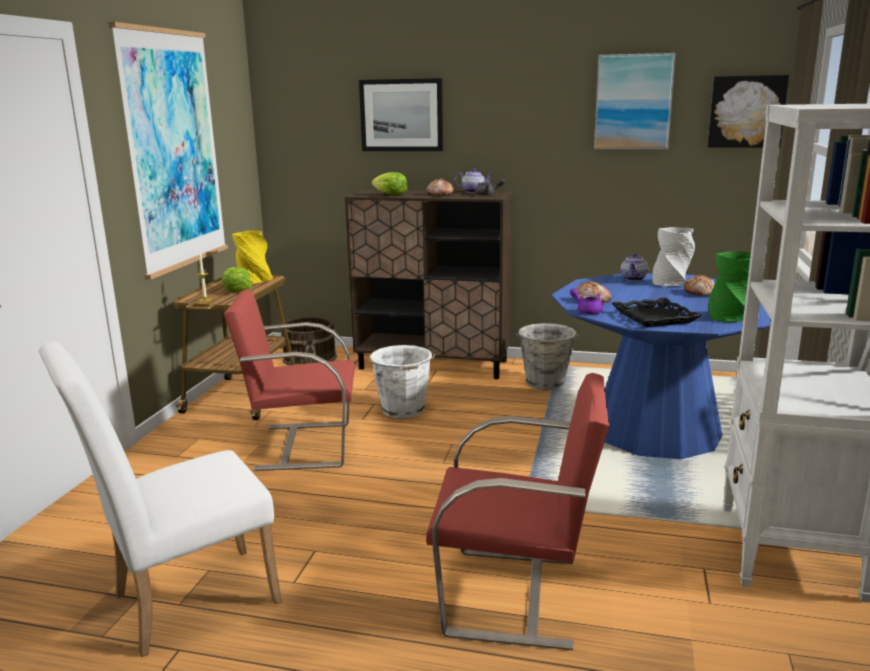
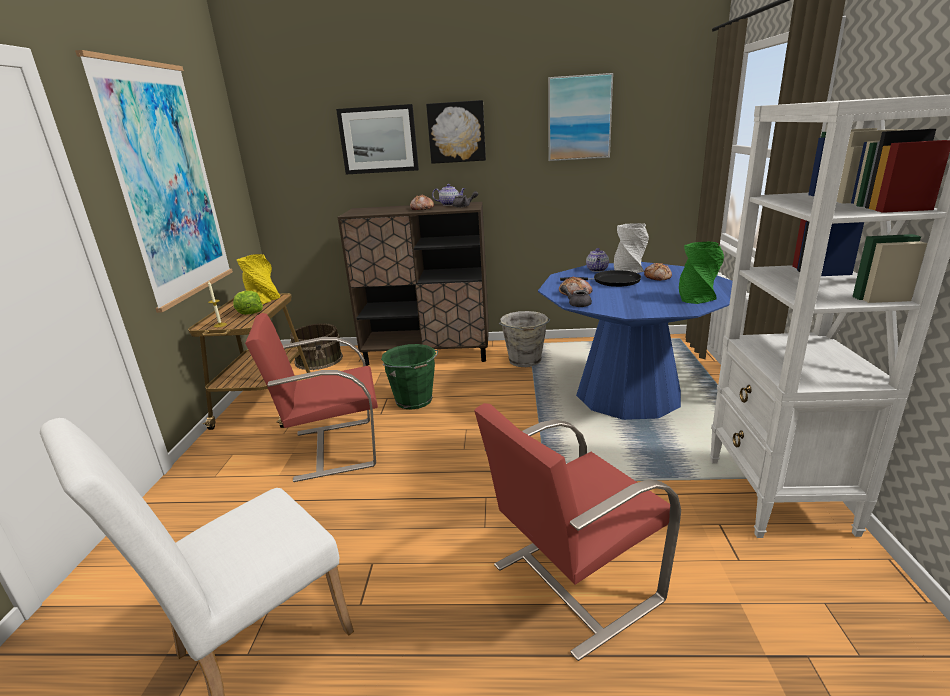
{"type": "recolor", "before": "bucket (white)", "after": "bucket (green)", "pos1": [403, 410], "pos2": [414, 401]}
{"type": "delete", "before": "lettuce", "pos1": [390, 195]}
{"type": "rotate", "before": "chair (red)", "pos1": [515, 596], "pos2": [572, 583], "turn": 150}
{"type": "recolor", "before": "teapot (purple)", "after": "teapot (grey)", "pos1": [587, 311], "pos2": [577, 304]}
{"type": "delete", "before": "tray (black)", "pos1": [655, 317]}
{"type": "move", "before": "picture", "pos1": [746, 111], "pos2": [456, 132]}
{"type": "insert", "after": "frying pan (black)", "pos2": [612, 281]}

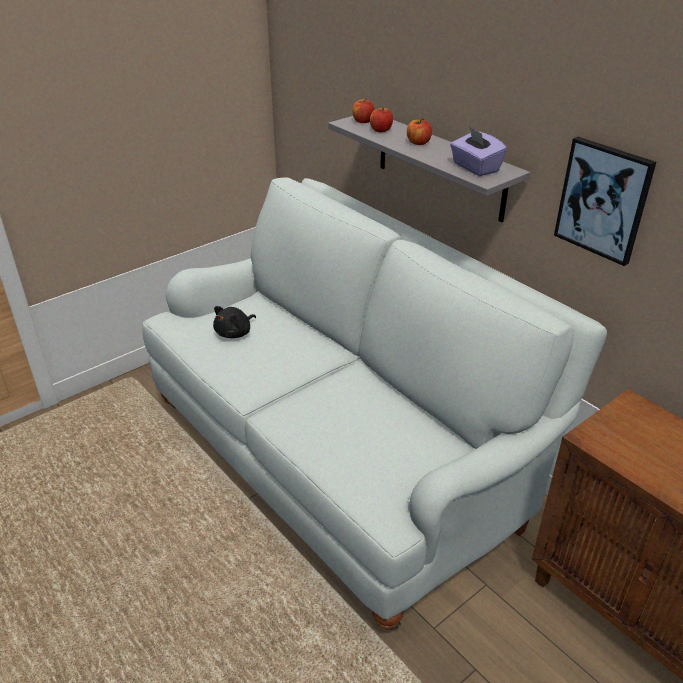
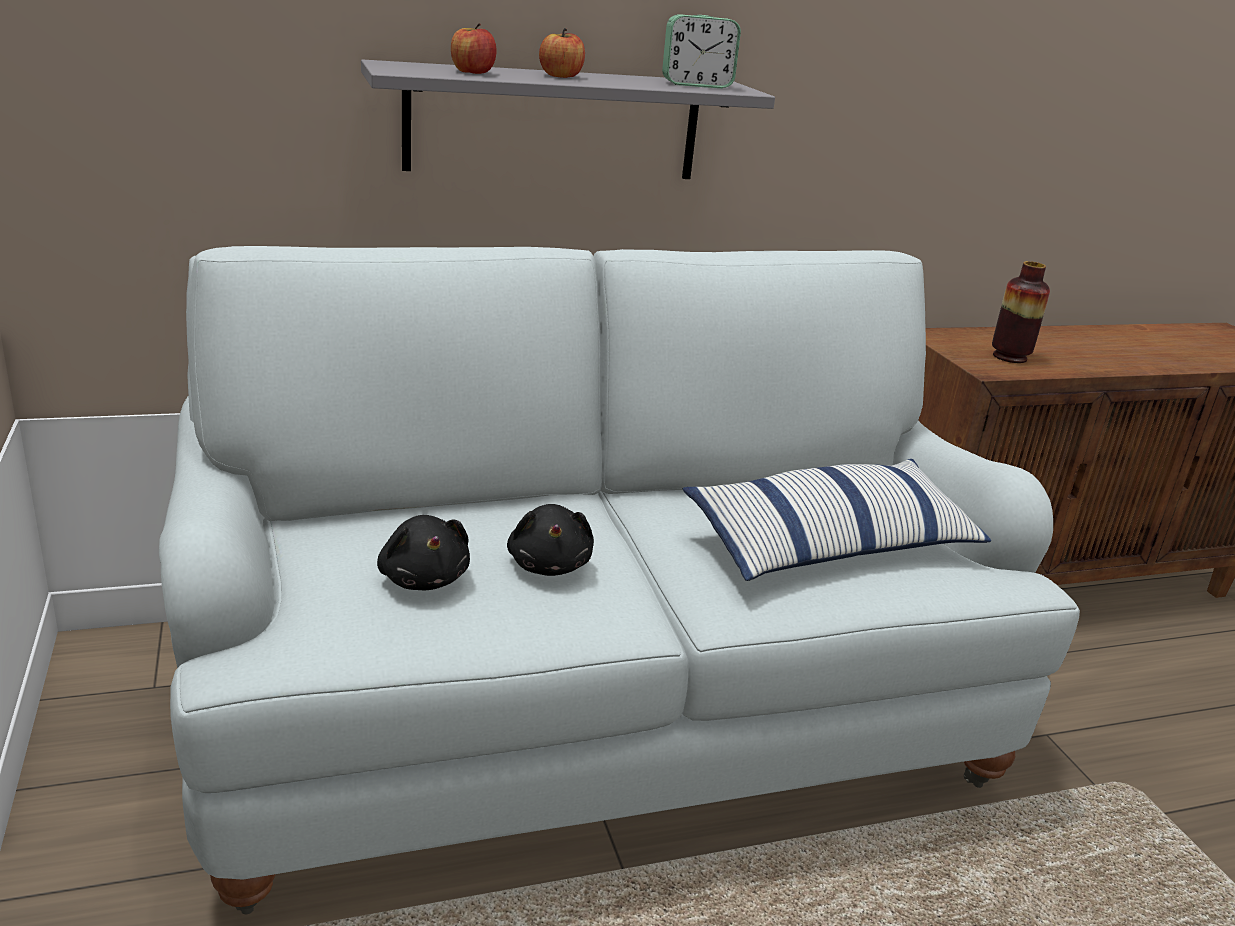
{"type": "delete", "before": "apple", "pos1": [363, 121]}
{"type": "replace", "before": "tissue box (purple)", "after": "alarm clock", "pos1": [475, 168], "pos2": [696, 85]}
{"type": "delete", "before": "picture", "pos1": [603, 200]}
{"type": "insert", "after": "plush toy (black)", "pos2": [549, 564]}
{"type": "insert", "after": "pillow", "pos2": [831, 544]}
{"type": "insert", "after": "vase", "pos2": [1009, 357]}

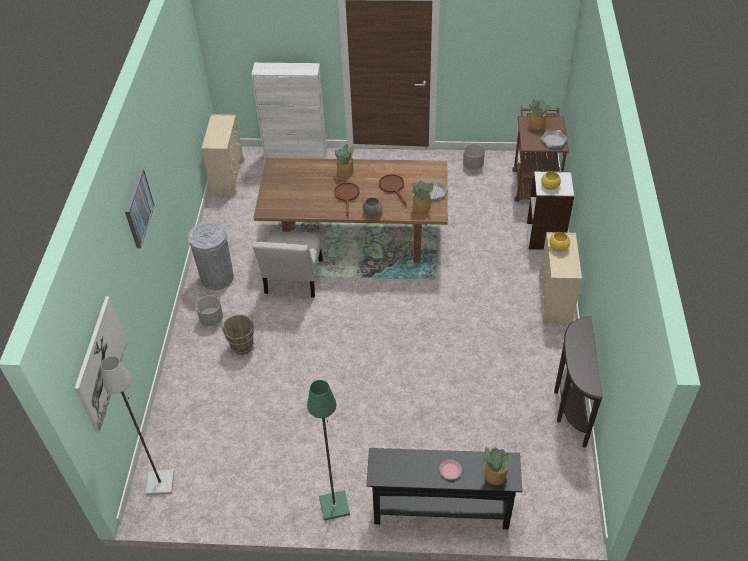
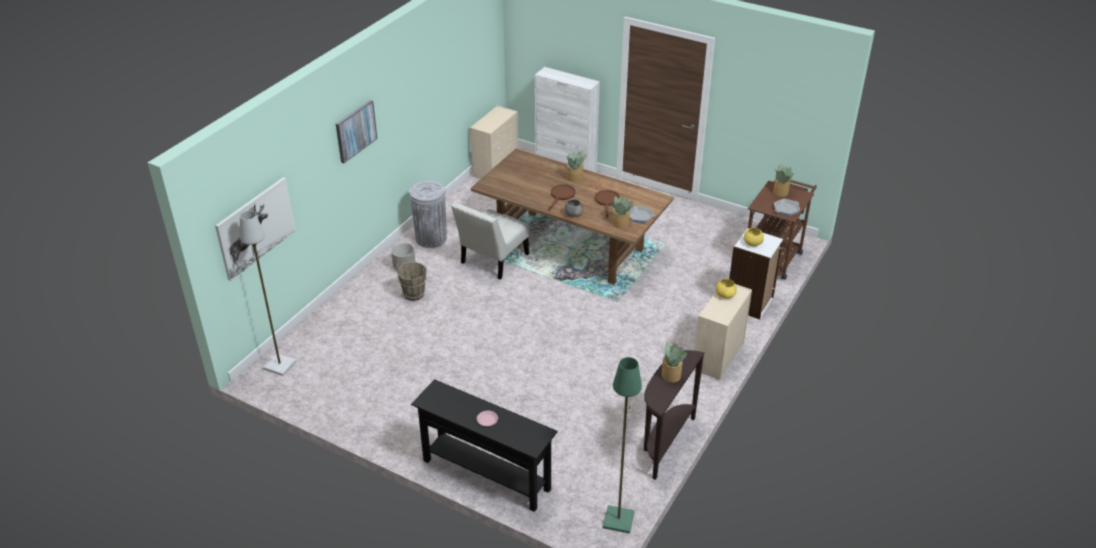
{"type": "move", "before": "floor lamp (green)", "pos1": [334, 505], "pos2": [619, 520]}
{"type": "delete", "before": "planter (grey)", "pos1": [473, 165]}
{"type": "move", "before": "potted plant", "pos1": [494, 475], "pos2": [671, 374]}

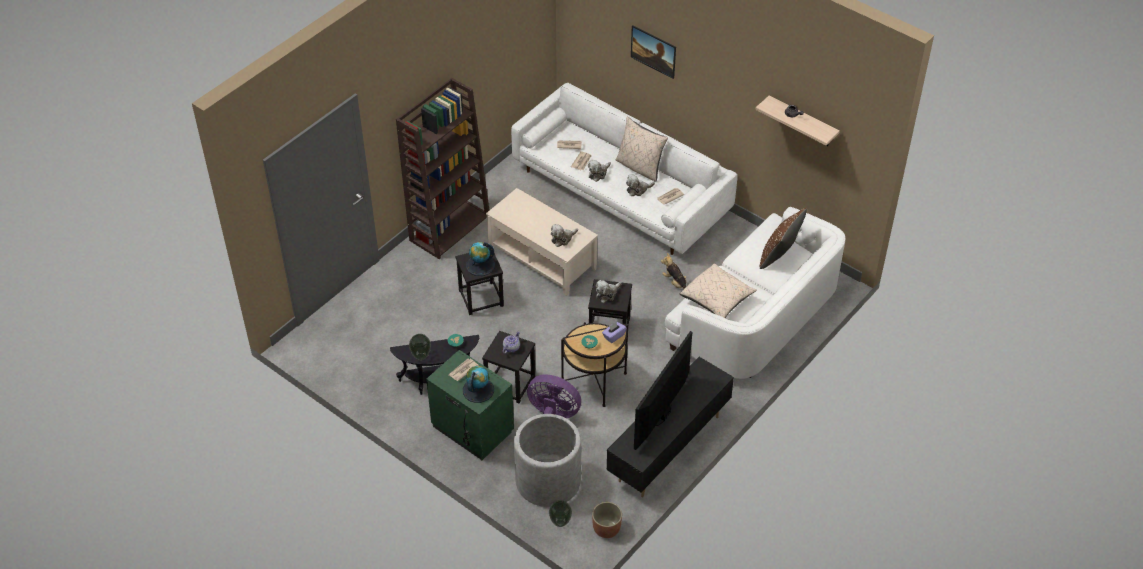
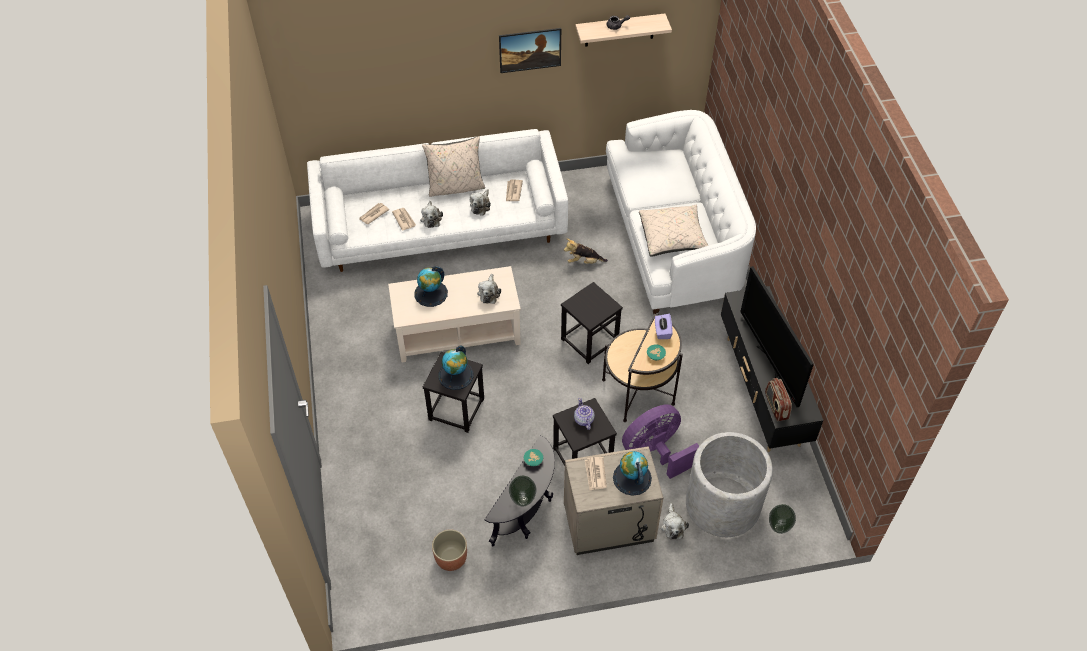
{"type": "delete", "before": "bookcase (brown)", "pos1": [450, 228]}
{"type": "recolor", "before": "nightstand (green)", "after": "nightstand (beige)", "pos1": [471, 429], "pos2": [609, 525]}
{"type": "move", "before": "planter", "pos1": [606, 528], "pos2": [451, 558]}
{"type": "move", "before": "plush toy", "pos1": [607, 294], "pos2": [673, 526]}
{"type": "move", "before": "picture", "pos1": [653, 59], "pos2": [530, 59]}
{"type": "delete", "before": "pillow (brown)", "pos1": [779, 255]}
{"type": "insert", "after": "globe", "pos2": [431, 293]}
{"type": "insert", "after": "radio", "pos2": [776, 406]}

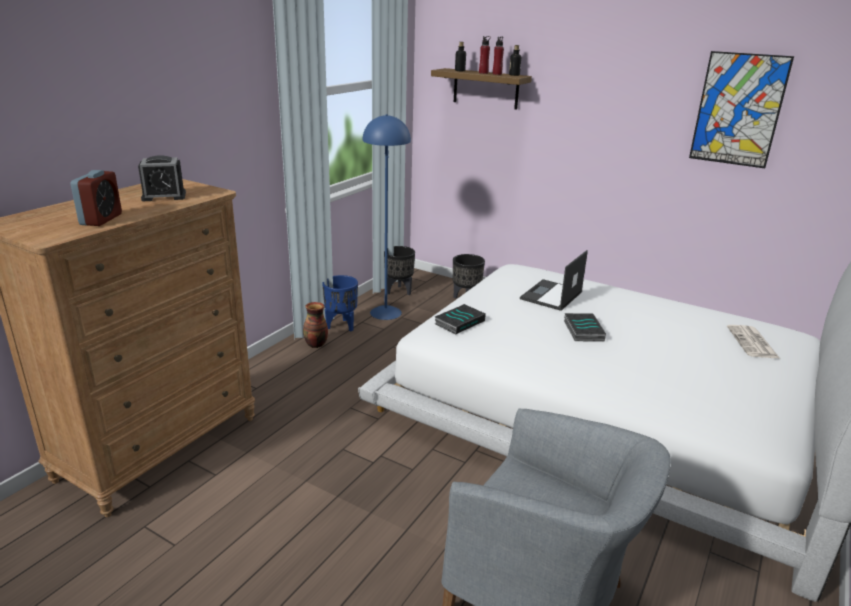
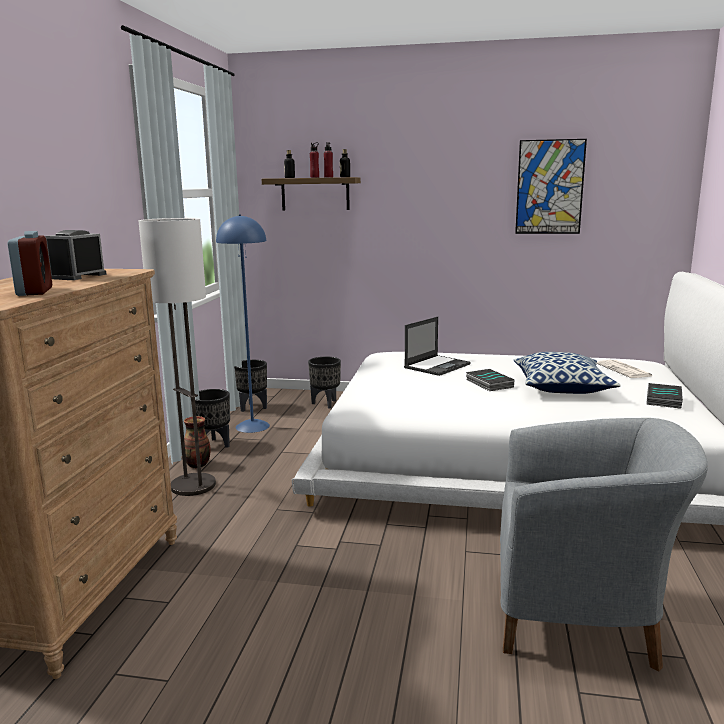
{"type": "rotate", "before": "alarm clock", "pos1": [164, 196], "pos2": [78, 276], "turn": 150}
{"type": "recolor", "before": "planter (blue)", "after": "planter (black)", "pos1": [341, 326], "pos2": [214, 445]}
{"type": "move", "before": "book", "pos1": [459, 322], "pos2": [662, 399]}
{"type": "rotate", "before": "laptop", "pos1": [551, 295], "pos2": [437, 365], "turn": -150}
{"type": "insert", "after": "floor lamp", "pos2": [193, 485]}
{"type": "insert", "after": "pillow", "pos2": [562, 387]}

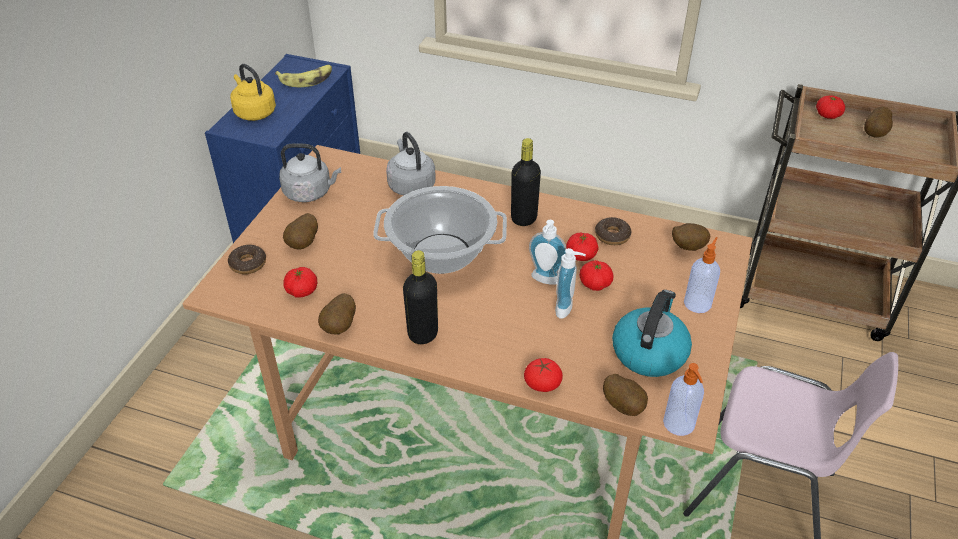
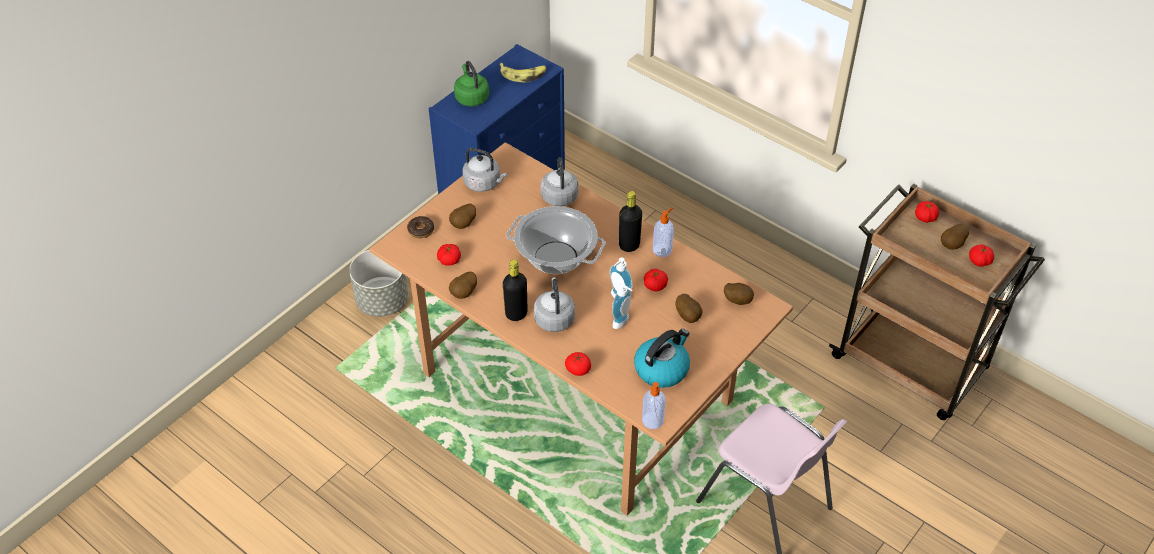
{"type": "recolor", "before": "kettle (yellow)", "after": "kettle (green)", "pos1": [254, 112], "pos2": [471, 97]}
{"type": "move", "before": "tomato", "pos1": [595, 284], "pos2": [979, 261]}
{"type": "delete", "before": "donut", "pos1": [612, 236]}
{"type": "move", "before": "potato", "pos1": [624, 406], "pos2": [688, 316]}
{"type": "move", "before": "soap dispenser", "pos1": [698, 303], "pos2": [662, 250]}
{"type": "insert", "after": "planter (grey)", "pos2": [382, 301]}
{"type": "insert", "after": "kettle (grey)", "pos2": [554, 318]}

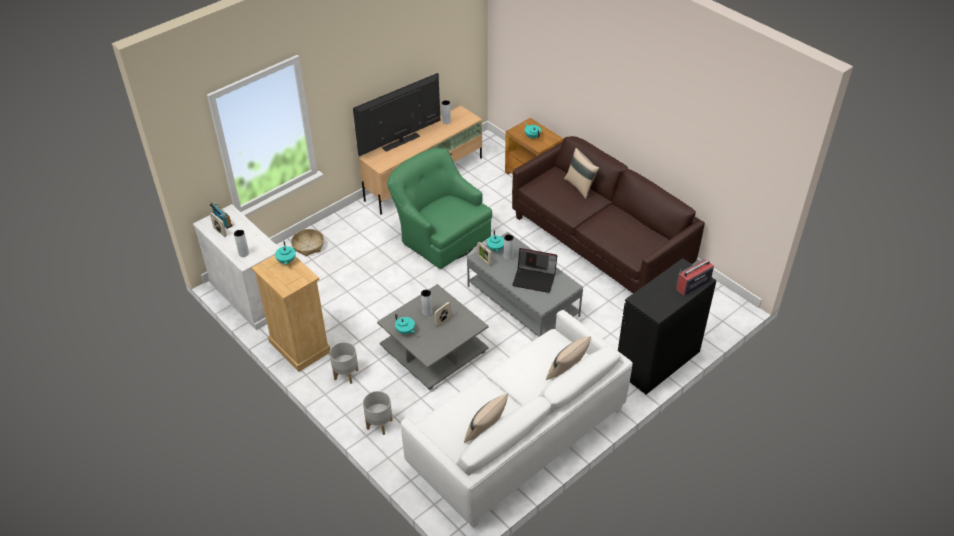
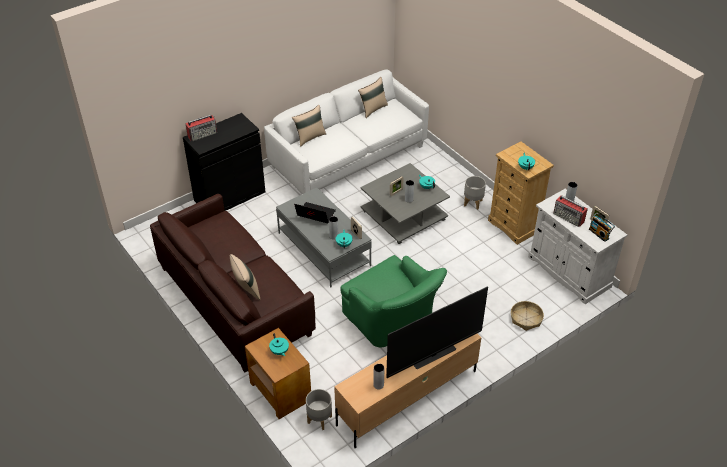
{"type": "move", "before": "planter (grey)", "pos1": [379, 424], "pos2": [319, 420]}
{"type": "insert", "after": "radio", "pos2": [569, 217]}

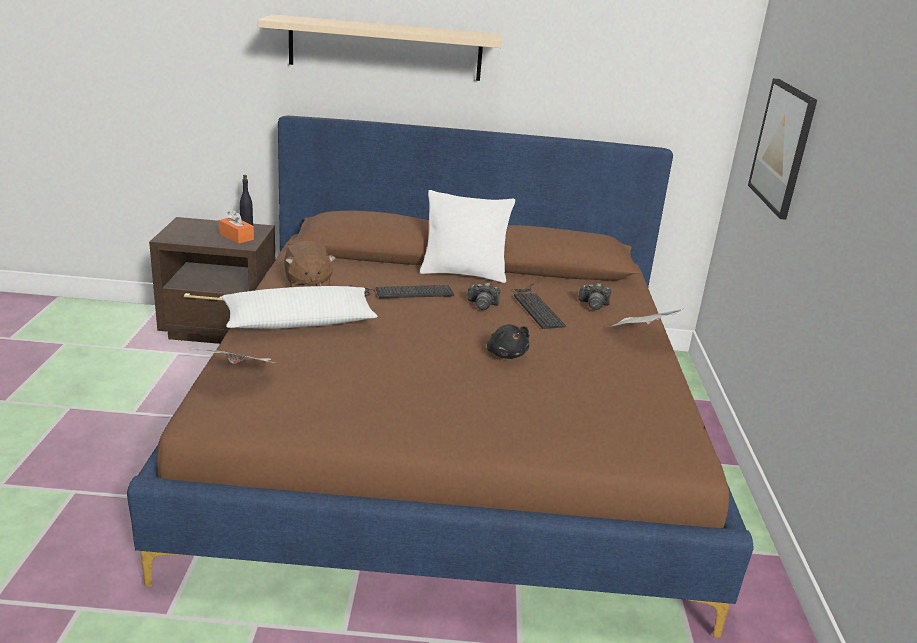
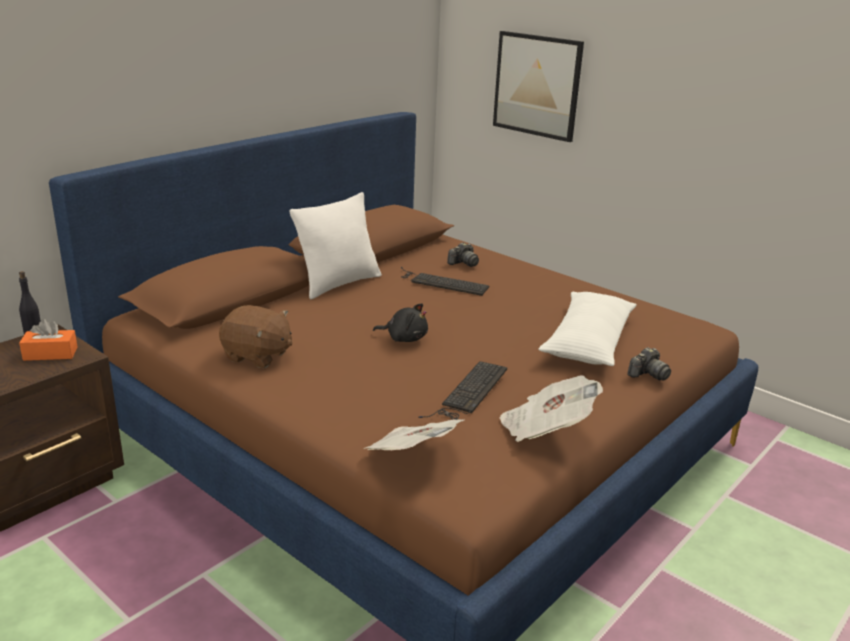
{"type": "move", "before": "pillow (white)", "pos1": [299, 321], "pos2": [588, 341]}
{"type": "delete", "before": "shelf (beige)", "pos1": [385, 48]}
{"type": "move", "before": "keyboard", "pos1": [404, 292], "pos2": [469, 392]}
{"type": "move", "before": "photo camera", "pos1": [482, 305], "pos2": [648, 374]}
{"type": "move", "before": "plush toy (black)", "pos1": [506, 354], "pos2": [404, 338]}
{"type": "move", "before": "newspaper", "pos1": [641, 335], "pos2": [545, 429]}

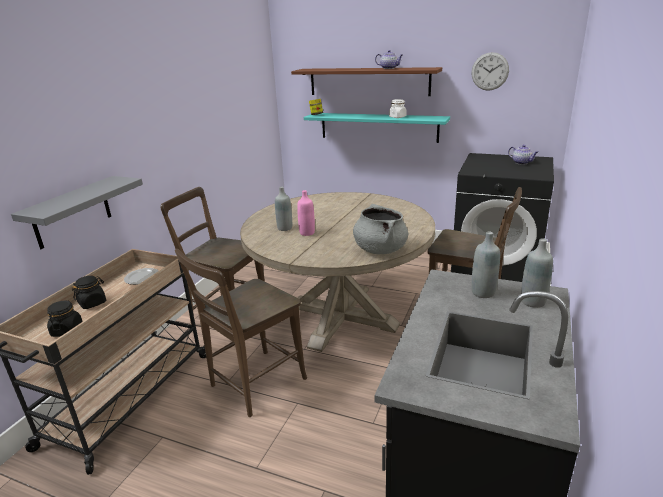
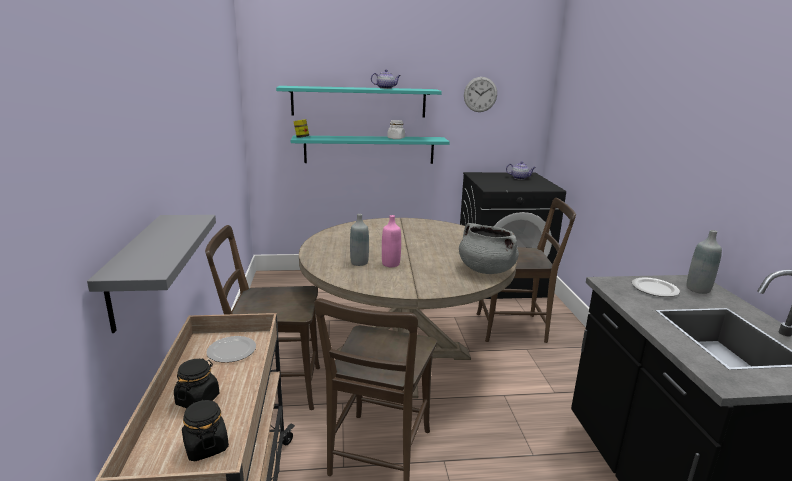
{"type": "recolor", "before": "shelf (brown)", "after": "shelf (turquoise)", "pos1": [368, 81], "pos2": [359, 102]}
{"type": "replace", "before": "bottle (grey)", "after": "plate", "pos1": [483, 293], "pos2": [655, 289]}

